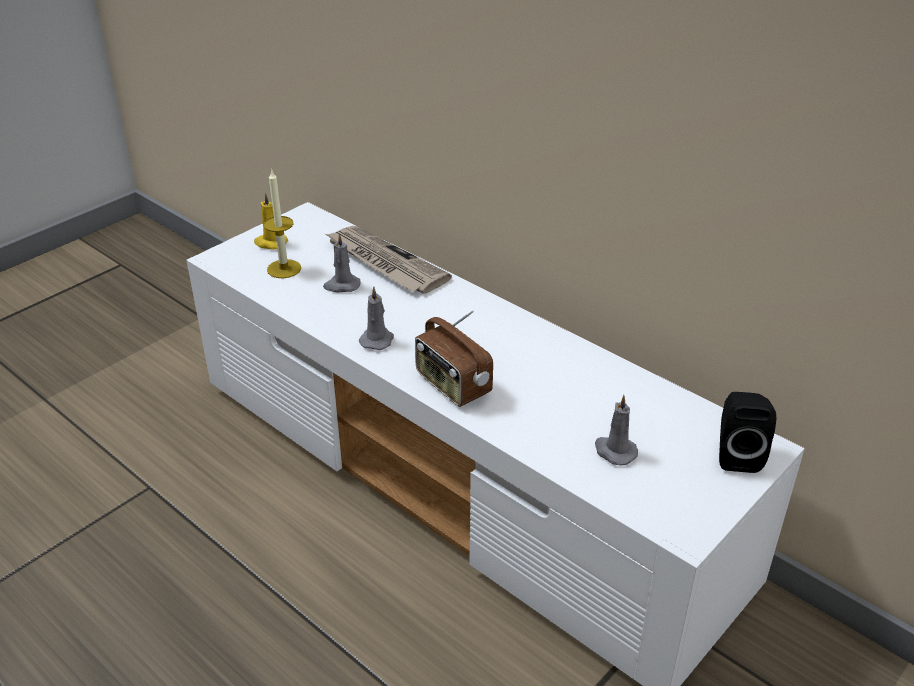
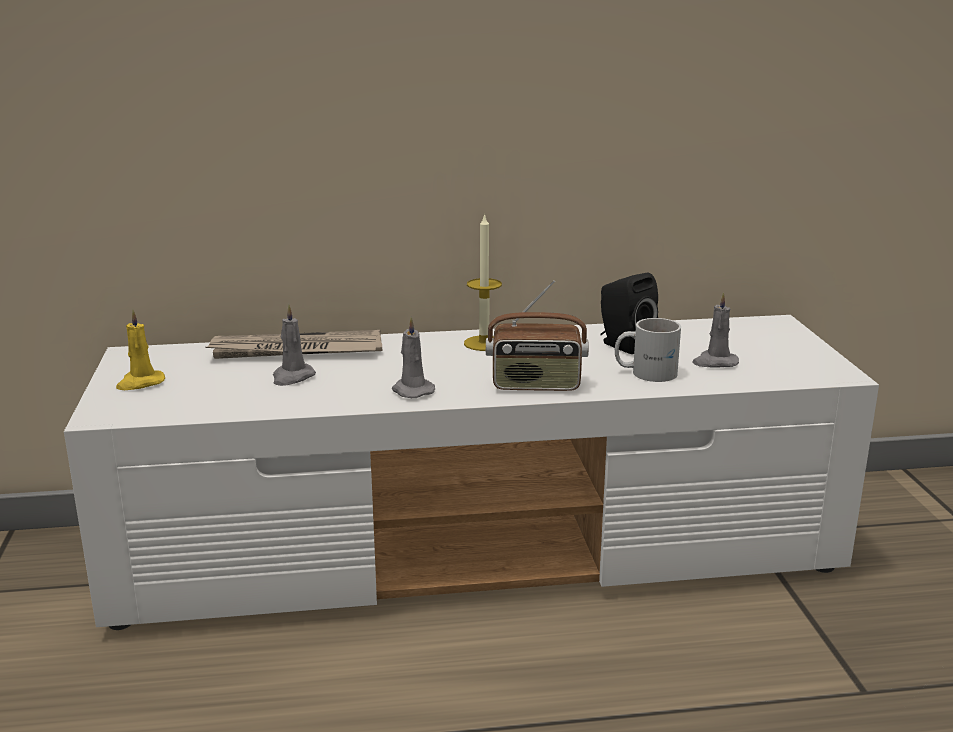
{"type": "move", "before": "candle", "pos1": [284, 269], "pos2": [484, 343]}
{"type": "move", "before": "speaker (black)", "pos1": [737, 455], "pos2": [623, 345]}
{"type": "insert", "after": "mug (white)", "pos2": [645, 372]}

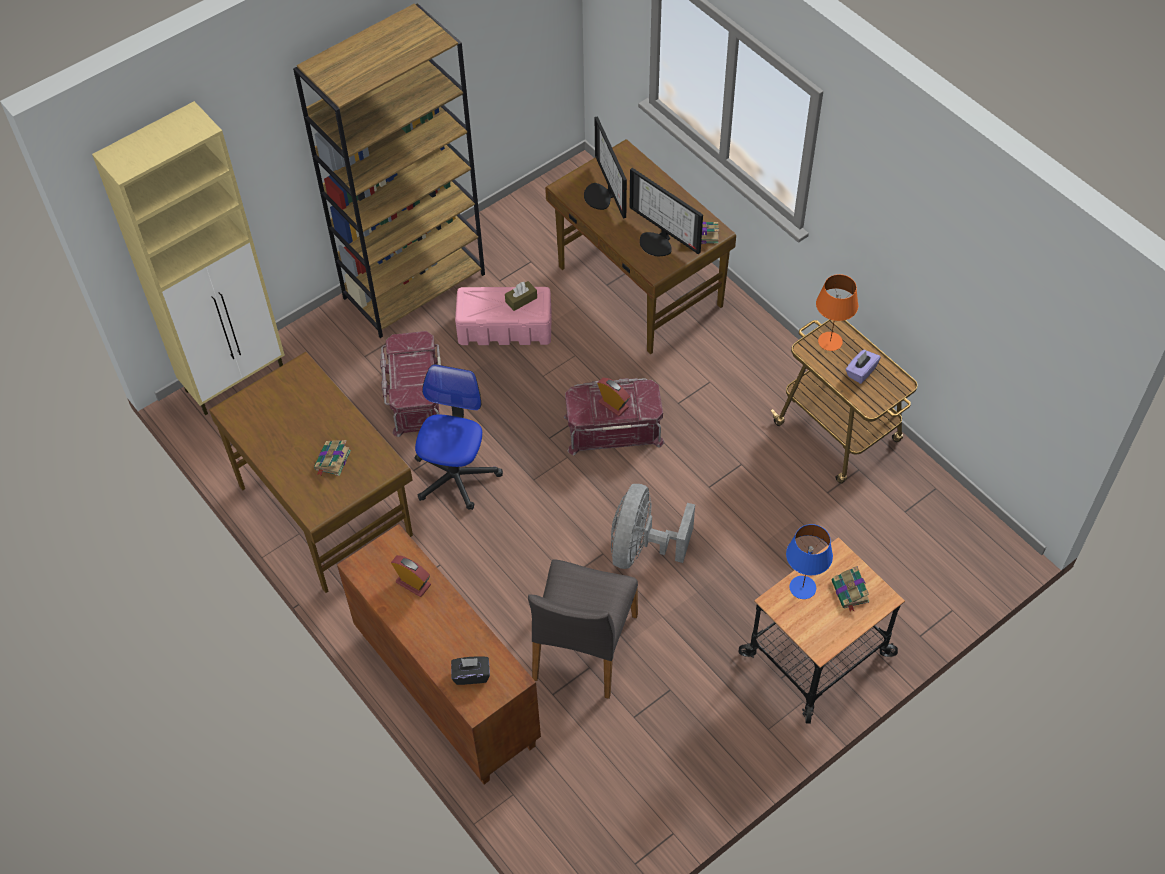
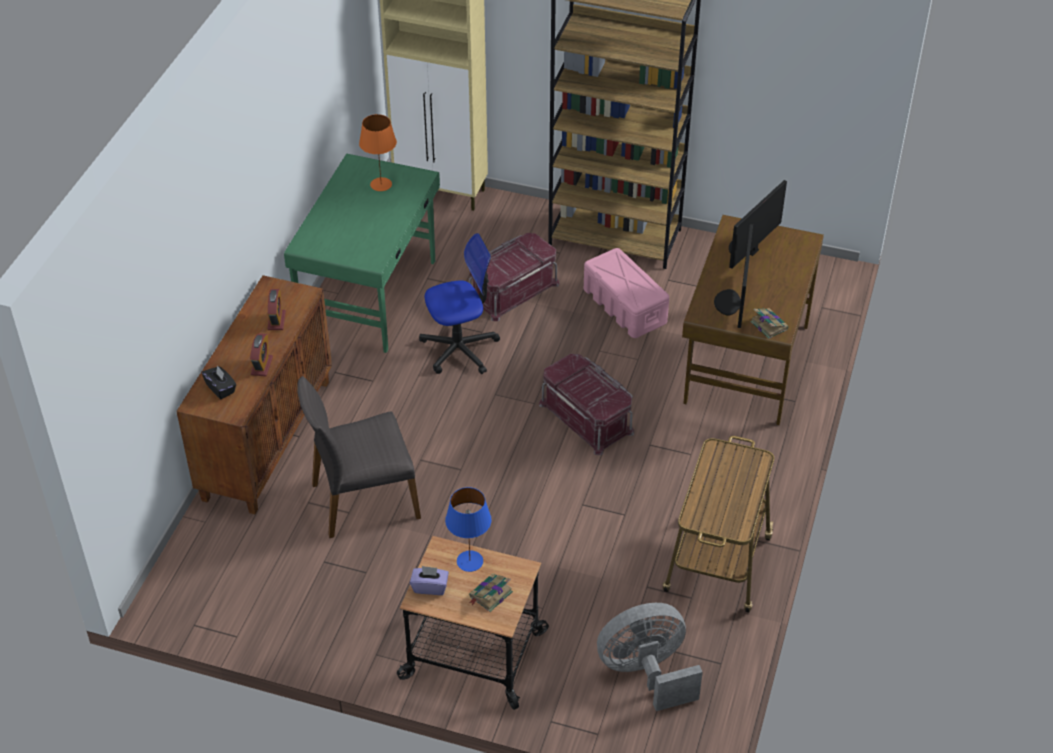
{"type": "recolor", "before": "desk (brown)", "after": "desk (green)", "pos1": [326, 509], "pos2": [370, 296]}
{"type": "delete", "before": "book", "pos1": [332, 461]}
{"type": "delete", "before": "tissue box (brown)", "pos1": [521, 300]}
{"type": "move", "before": "alarm clock", "pos1": [613, 405], "pos2": [262, 366]}
{"type": "move", "before": "fan (grey)", "pos1": [642, 548], "pos2": [646, 673]}
{"type": "move", "before": "table lamp (orange)", "pos1": [830, 341], "pos2": [381, 184]}
{"type": "move", "before": "tissue box (purple)", "pos1": [861, 372], "pos2": [430, 587]}

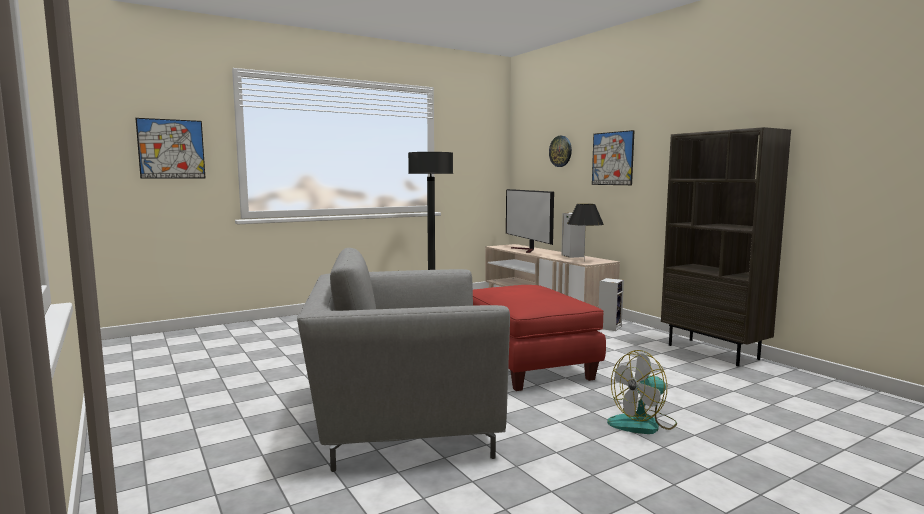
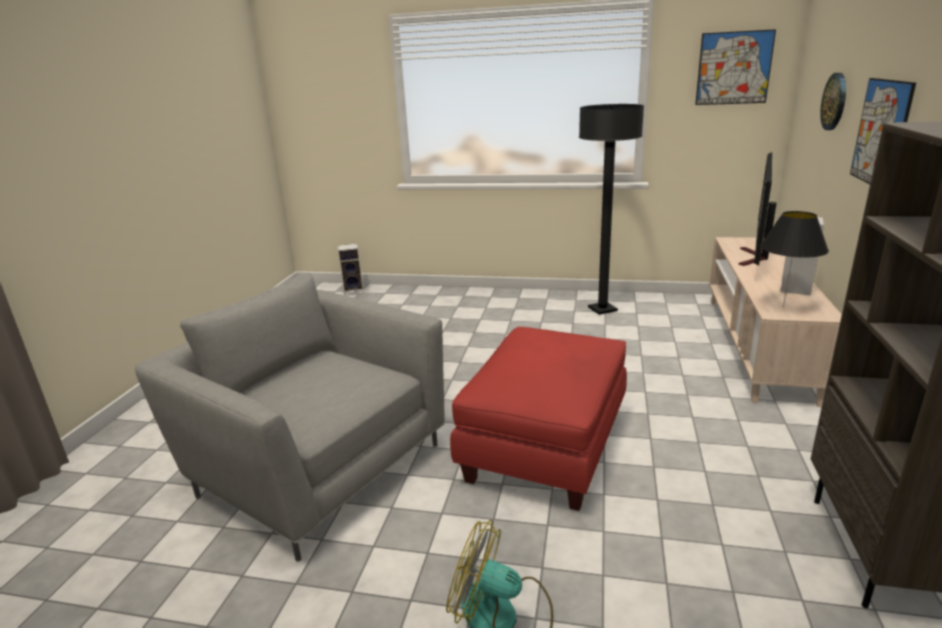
{"type": "move", "before": "picture", "pos1": [171, 149], "pos2": [734, 68]}
{"type": "move", "before": "speaker", "pos1": [609, 327], "pos2": [354, 291]}

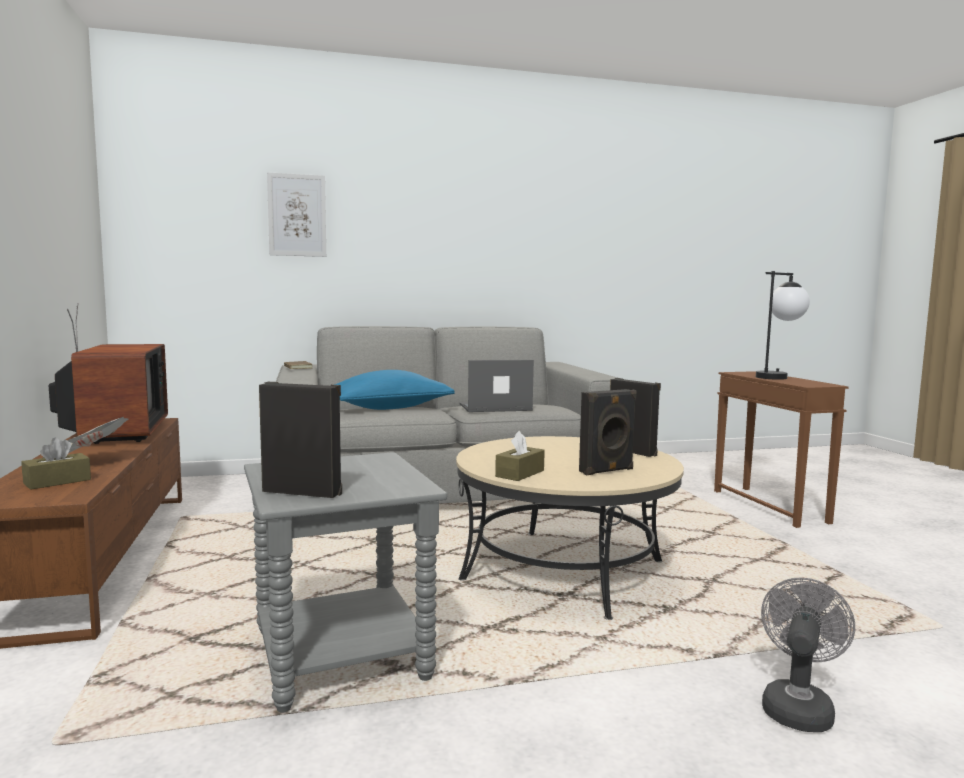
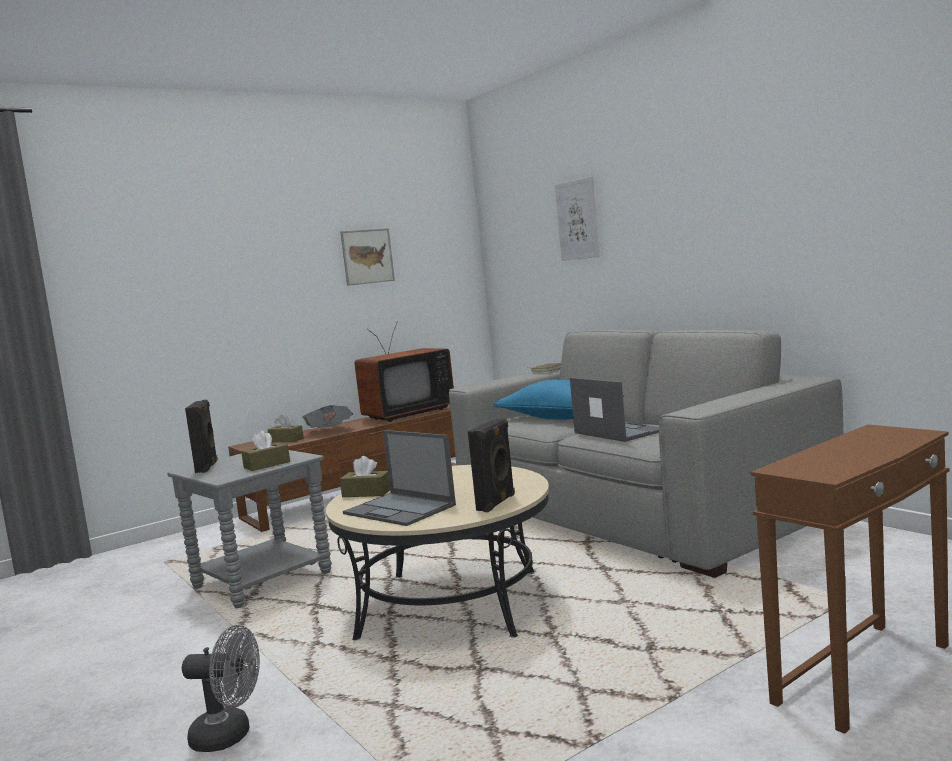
{"type": "replace", "before": "speaker (black)", "after": "laptop", "pos1": [607, 471], "pos2": [400, 509]}
{"type": "delete", "before": "table lamp", "pos1": [778, 377]}
{"type": "insert", "after": "tissue box (brown)", "pos2": [267, 465]}
{"type": "insert", "after": "picture", "pos2": [367, 256]}

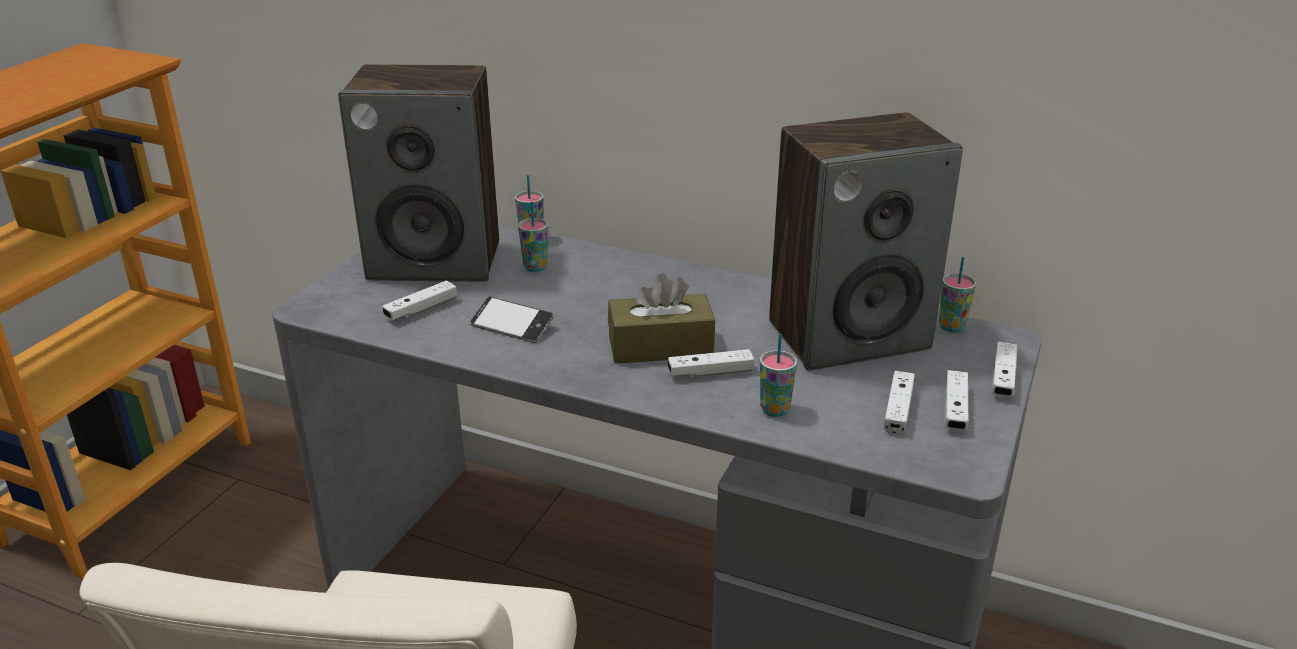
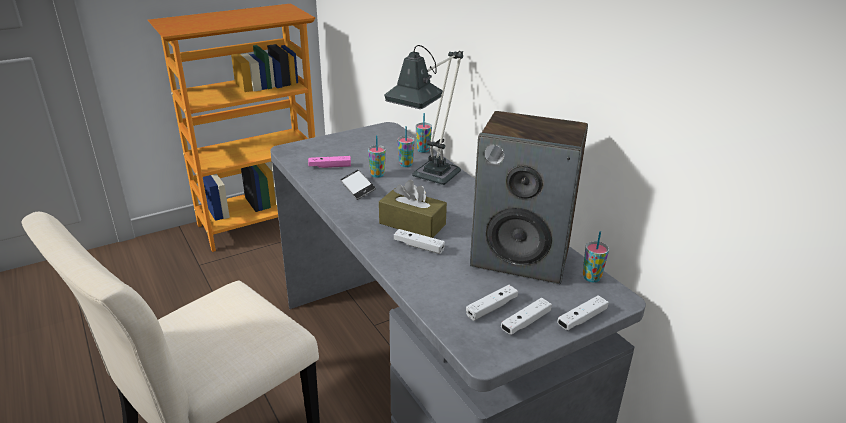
{"type": "delete", "before": "speaker", "pos1": [436, 260]}
{"type": "recolor", "before": "game controller (white)", "after": "game controller (pink)", "pos1": [421, 309], "pos2": [330, 166]}
{"type": "move", "before": "cup", "pos1": [774, 410], "pos2": [377, 175]}
{"type": "insert", "after": "table lamp", "pos2": [431, 179]}

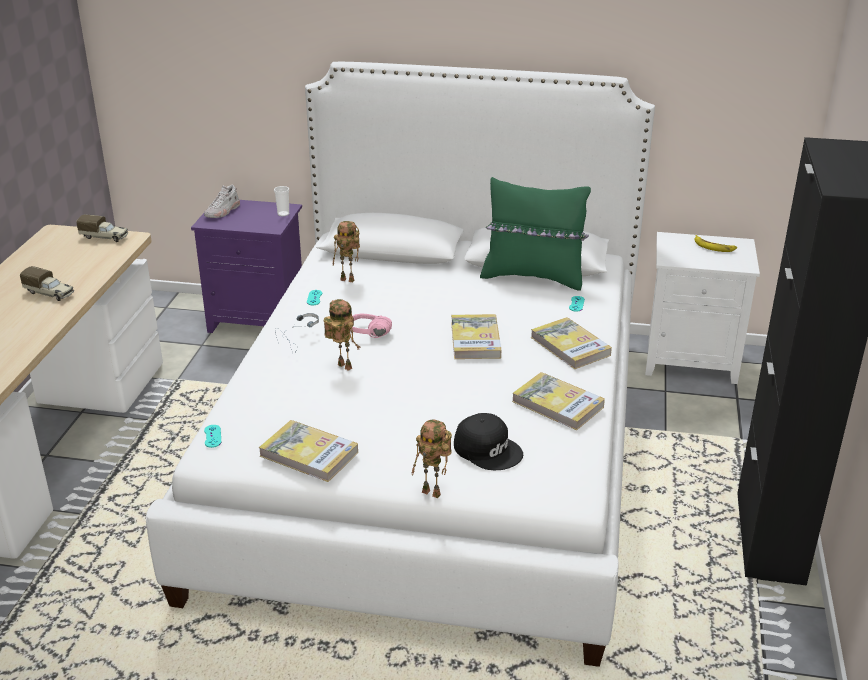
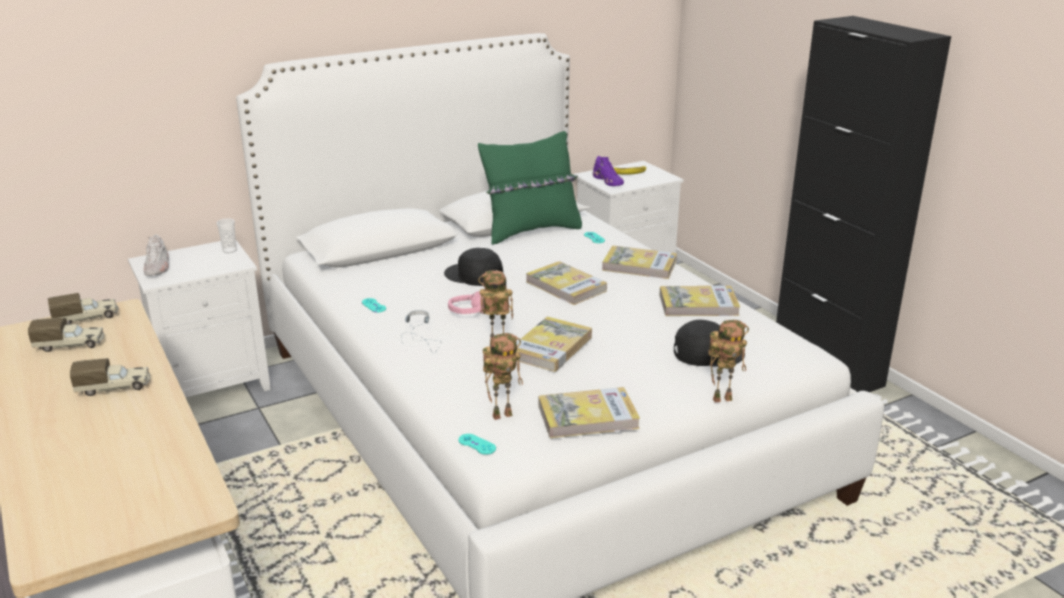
{"type": "recolor", "before": "nightstand (purple)", "after": "nightstand (white)", "pos1": [260, 319], "pos2": [213, 383]}
{"type": "move", "before": "toy robot", "pos1": [349, 279], "pos2": [503, 414]}
{"type": "insert", "after": "toy truck", "pos2": [70, 345]}
{"type": "insert", "after": "cap (black)", "pos2": [473, 275]}
{"type": "insert", "after": "book", "pos2": [551, 347]}
{"type": "insert", "after": "shoe (purple)", "pos2": [608, 181]}

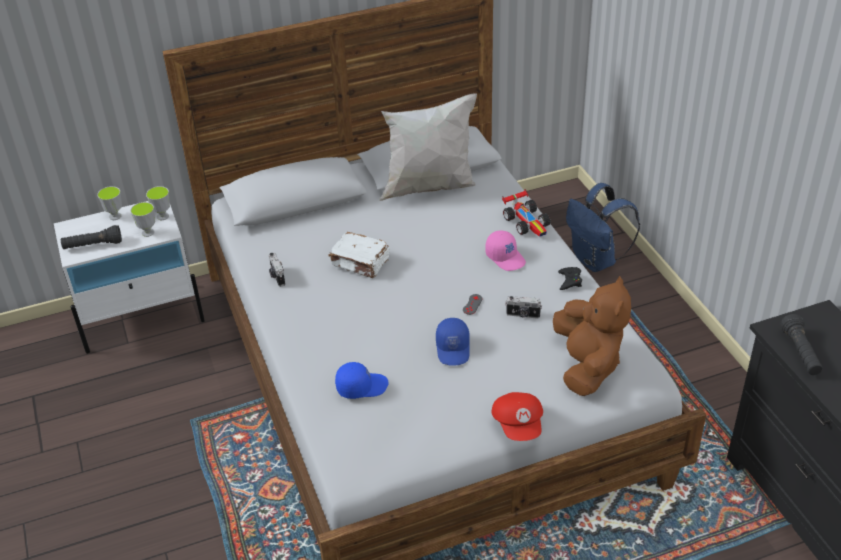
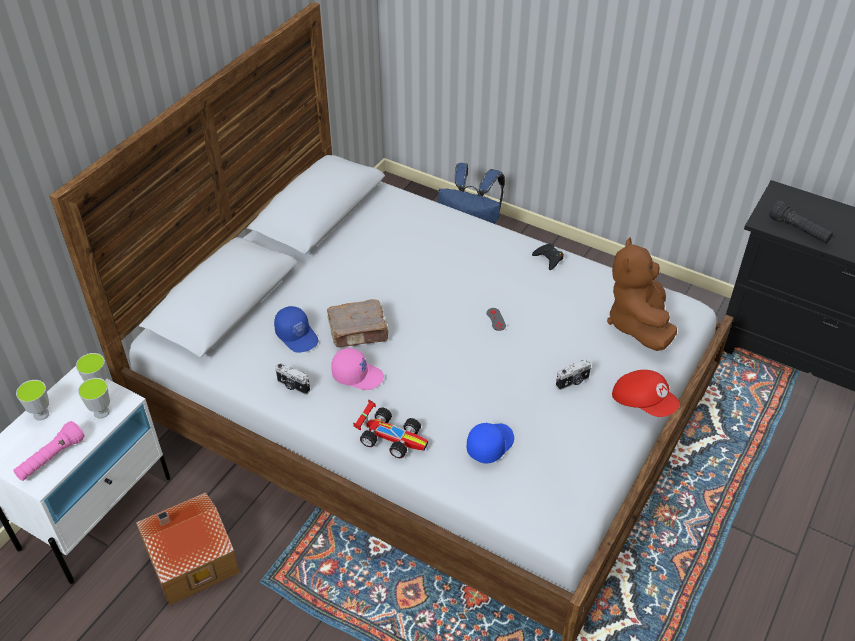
{"type": "recolor", "before": "flashlight (black)", "after": "flashlight (pink)", "pos1": [93, 245], "pos2": [51, 458]}
{"type": "recolor", "before": "book (white)", "after": "book (brown)", "pos1": [361, 263], "pos2": [359, 332]}
{"type": "delete", "before": "pillow (white)", "pos1": [430, 188]}
{"type": "move", "before": "cap (blue)", "pos1": [453, 348], "pos2": [297, 335]}
{"type": "move", "before": "cap (pink)", "pos1": [506, 257], "pos2": [357, 375]}
{"type": "move", "before": "toy car", "pos1": [527, 222], "pos2": [392, 436]}
{"type": "move", "before": "photo camera", "pos1": [523, 315], "pos2": [573, 382]}
{"type": "rotate", "before": "plush toy (brown)", "pos1": [587, 366], "pos2": [638, 323], "turn": -135}
{"type": "insert", "after": "toy house", "pos2": [190, 559]}

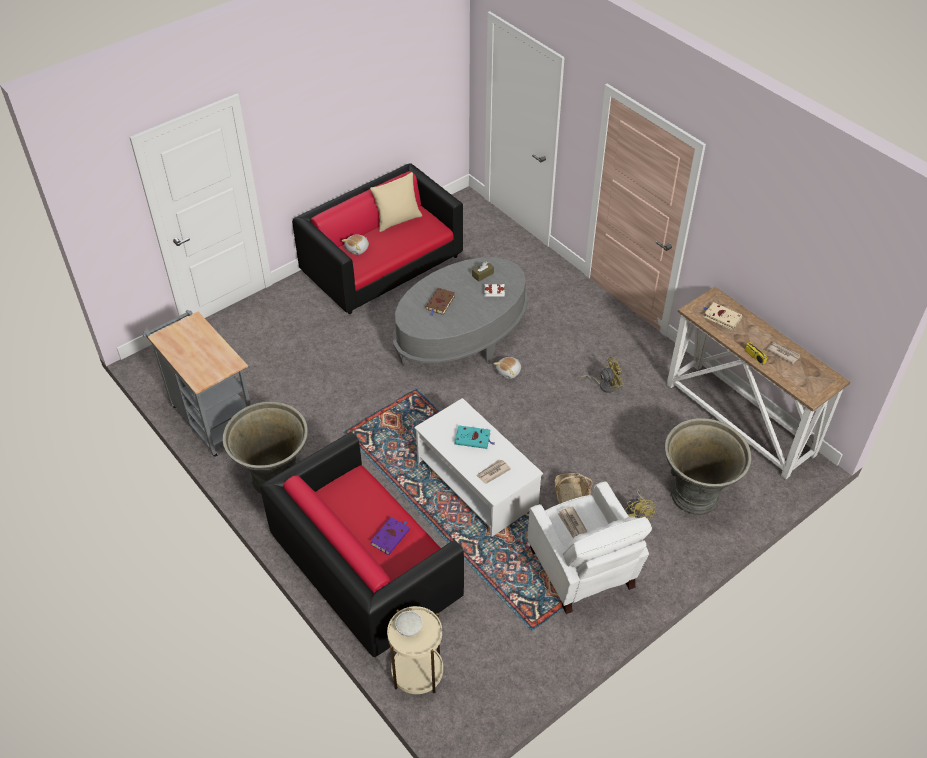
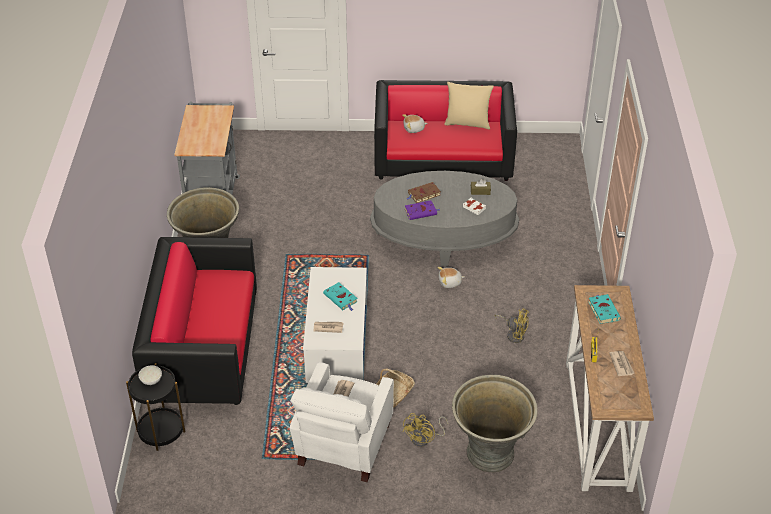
{"type": "move", "before": "book (purple)", "pos1": [390, 536], "pos2": [421, 212]}
{"type": "recolor", "before": "side table (beige)", "after": "side table (black)", "pos1": [417, 672], "pos2": [161, 431]}
{"type": "recolor", "before": "book (beige)", "after": "book (turquoise)", "pos1": [721, 317], "pos2": [603, 310]}

